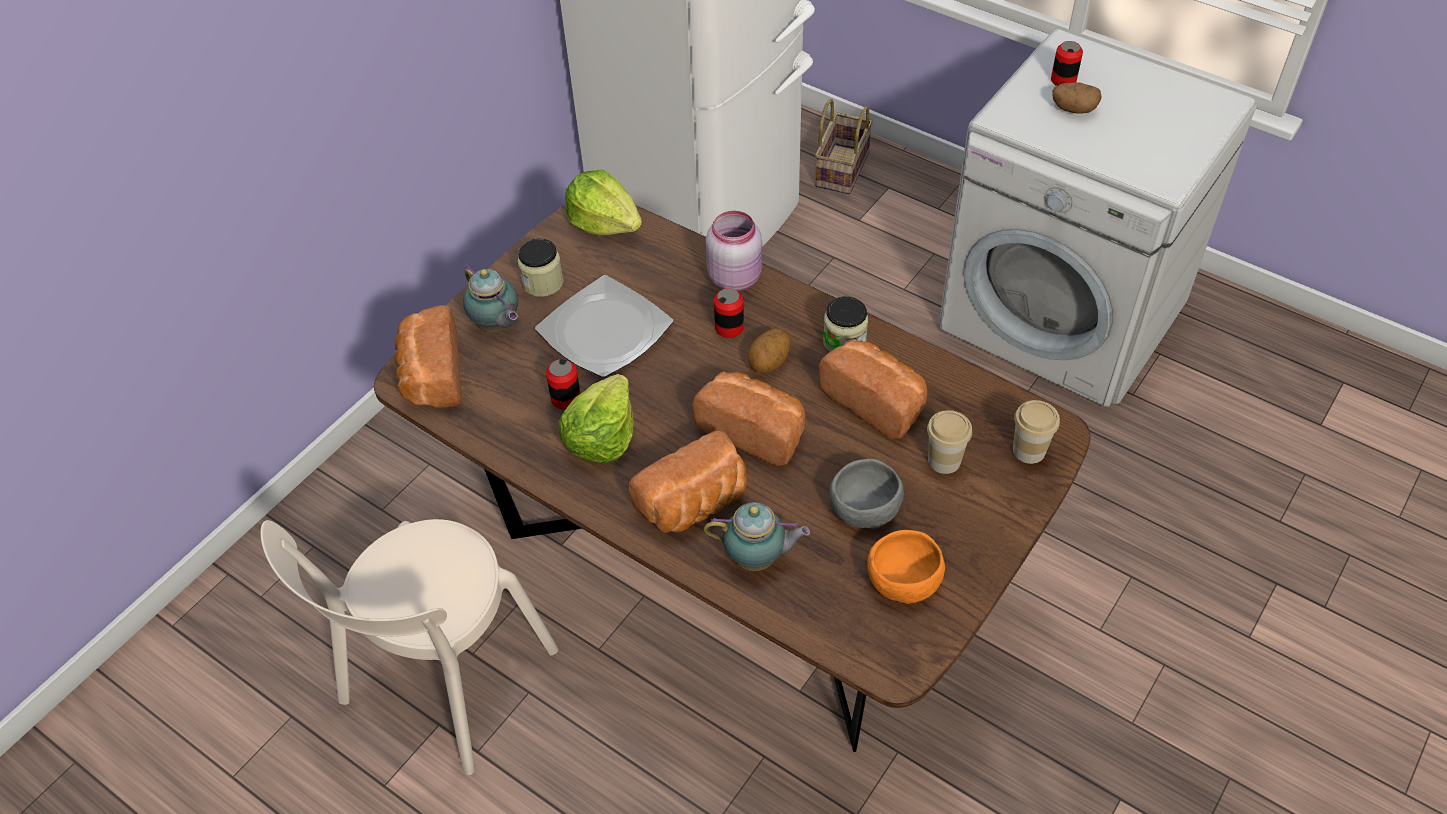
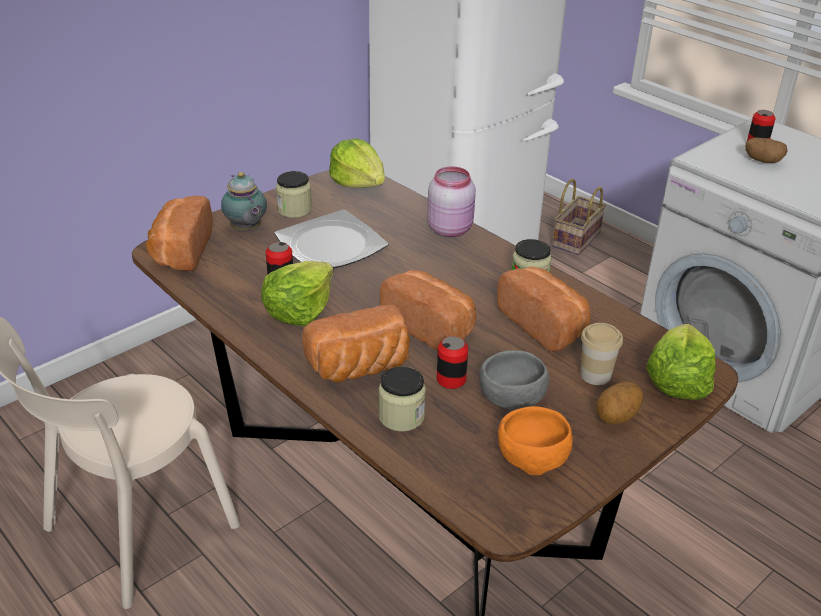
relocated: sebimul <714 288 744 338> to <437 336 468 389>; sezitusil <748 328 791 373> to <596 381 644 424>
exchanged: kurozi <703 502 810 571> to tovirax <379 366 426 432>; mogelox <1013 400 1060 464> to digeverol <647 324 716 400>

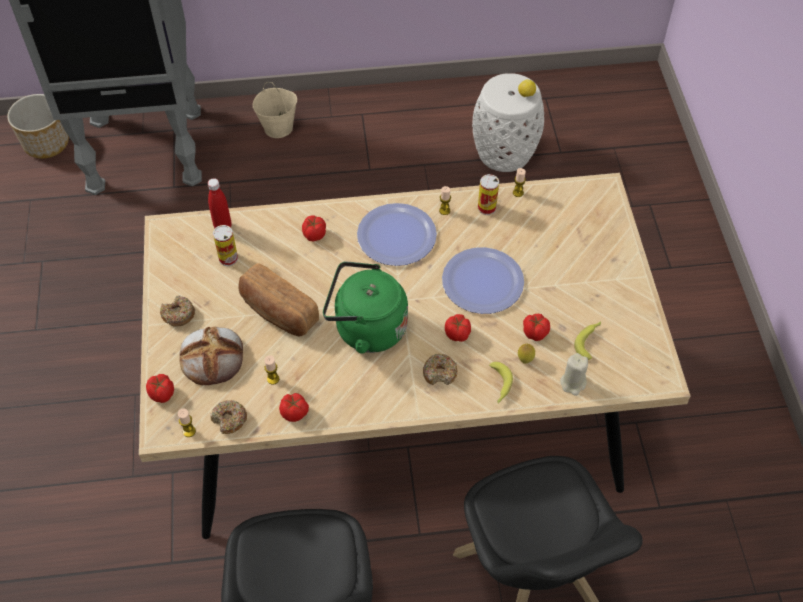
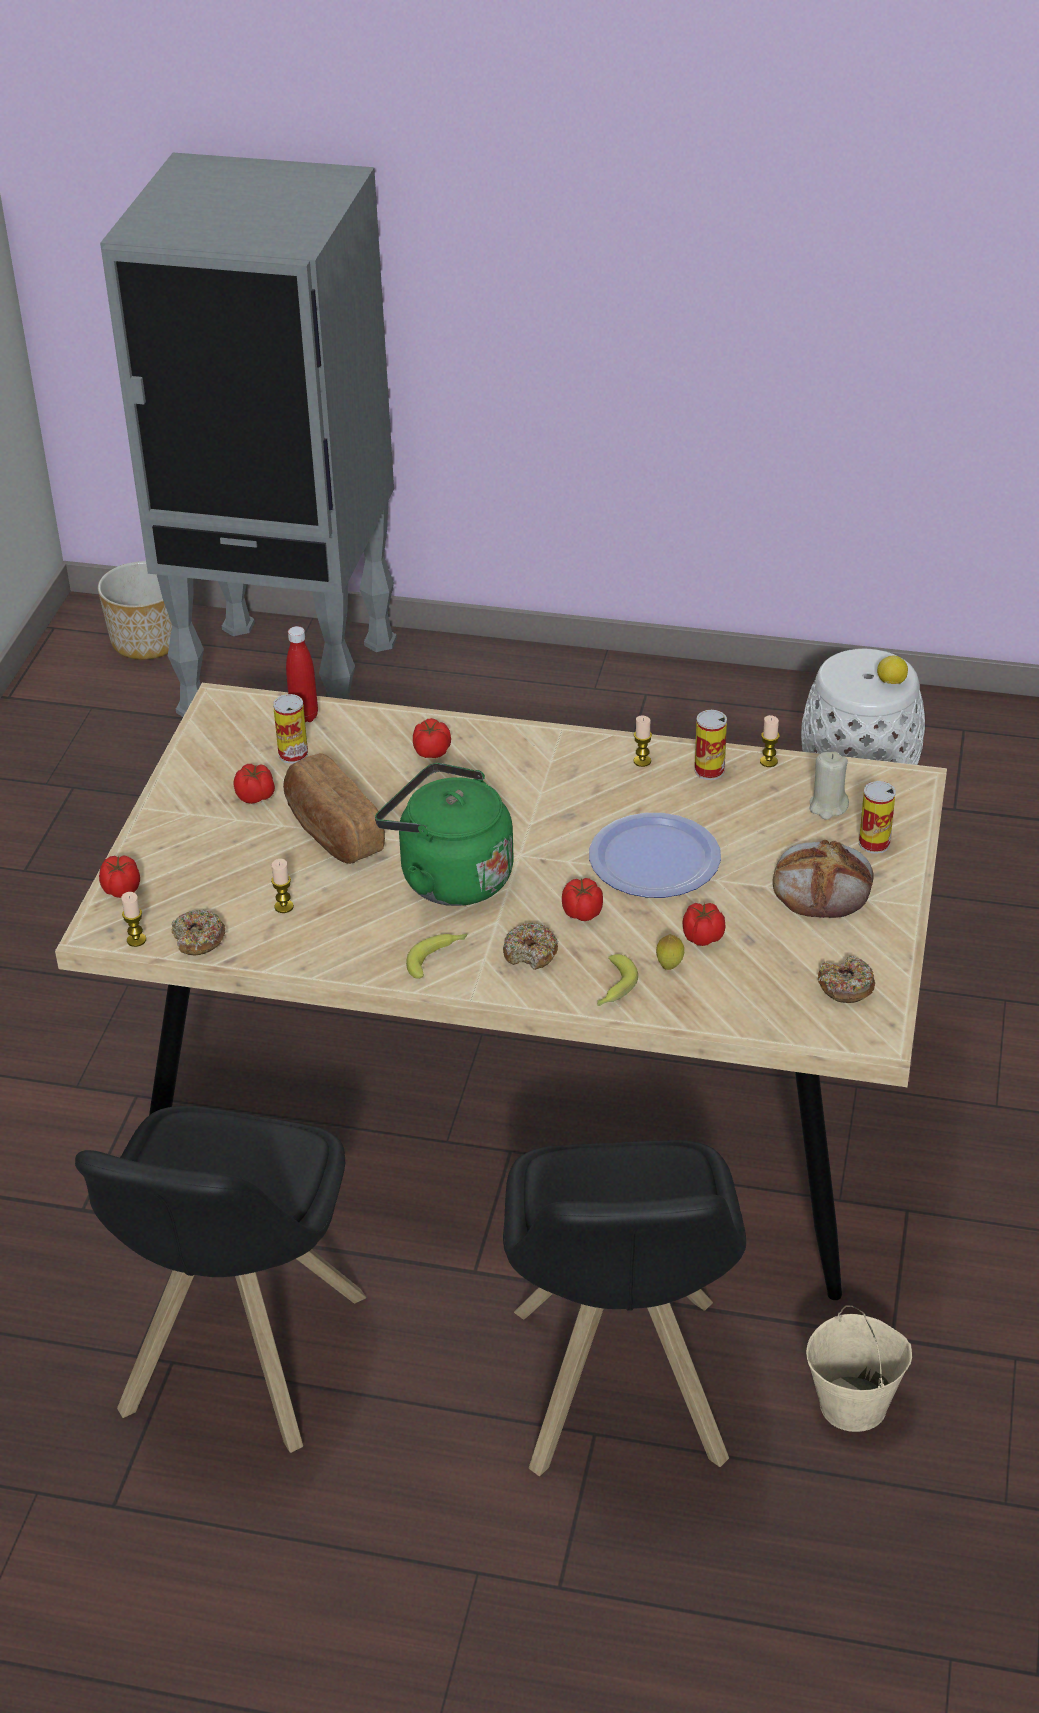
missing: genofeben <357 203 437 266>
appeared: sebimul <859 781 896 854>
relocated: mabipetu <160 295 195 327> to <818 956 875 1003>; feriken <179 326 243 385> to <773 840 874 918>; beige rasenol <253 82 297 138> to <806 1305 912 1432>; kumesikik <279 393 309 422> to <234 764 275 804>; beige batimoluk <560 353 588 396> to <809 752 849 820>; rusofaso <574 321 601 360> to <406 934 467 979>

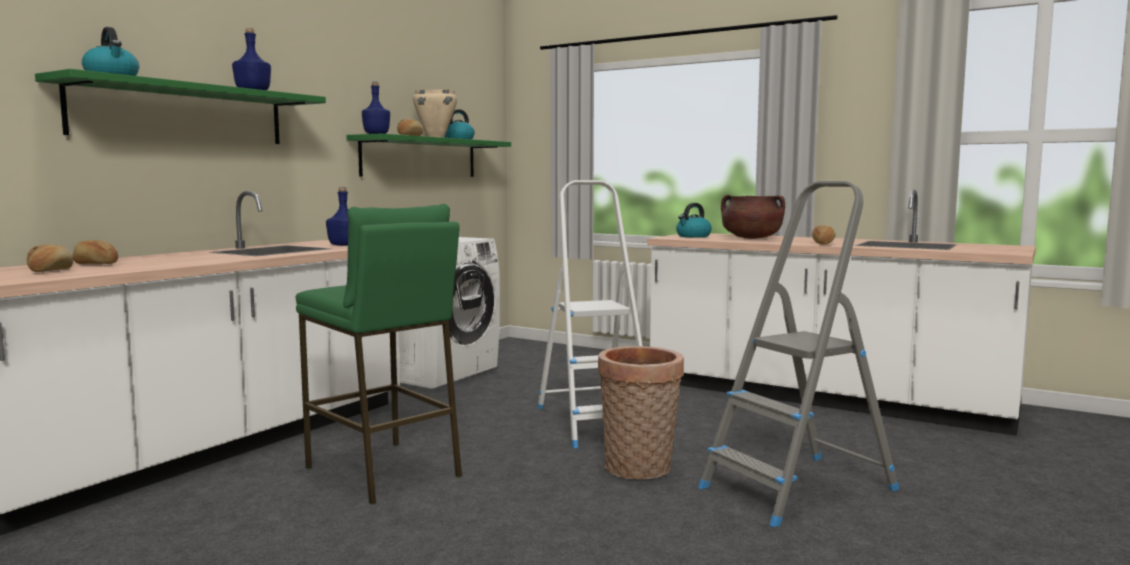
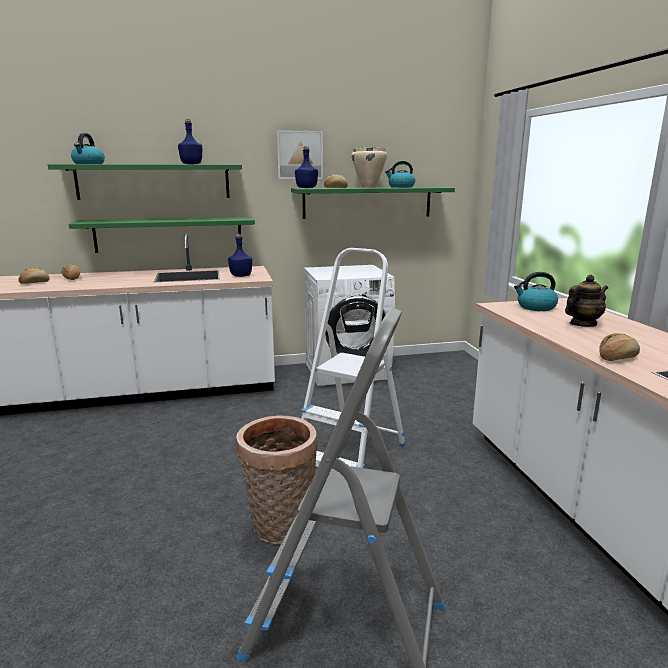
missing: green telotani <296 204 462 505>
appeared: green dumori <69 217 255 253>; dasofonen <276 130 323 179>
exchanged: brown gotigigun <721 195 785 239> to kurozi <565 275 608 327>

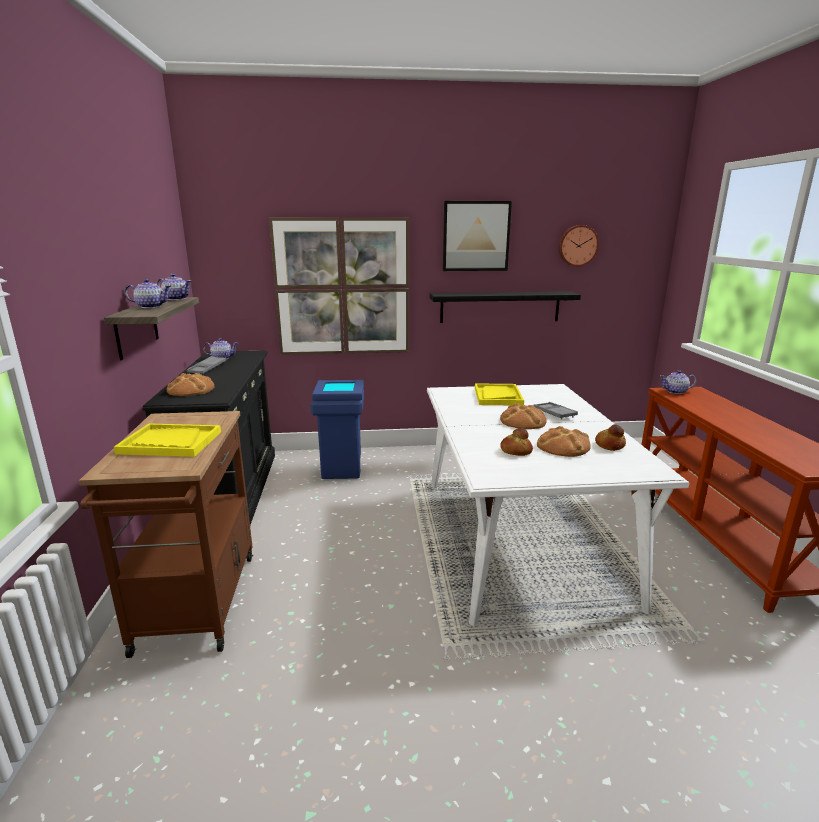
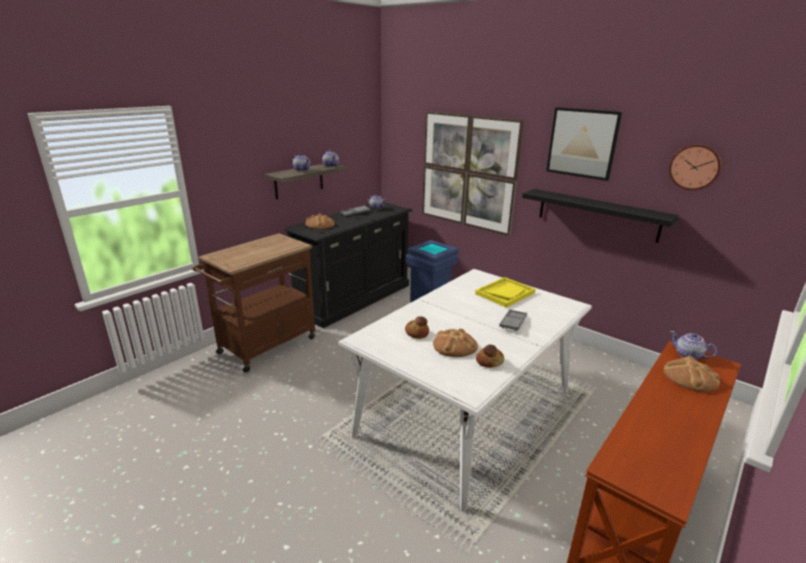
missing: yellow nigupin <114 423 221 457>
relocated: feriken <500 403 547 429> to <663 356 720 392>

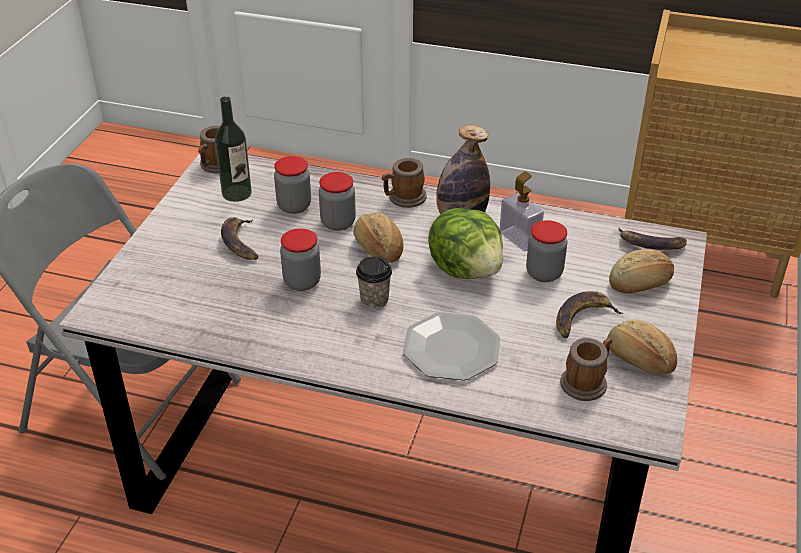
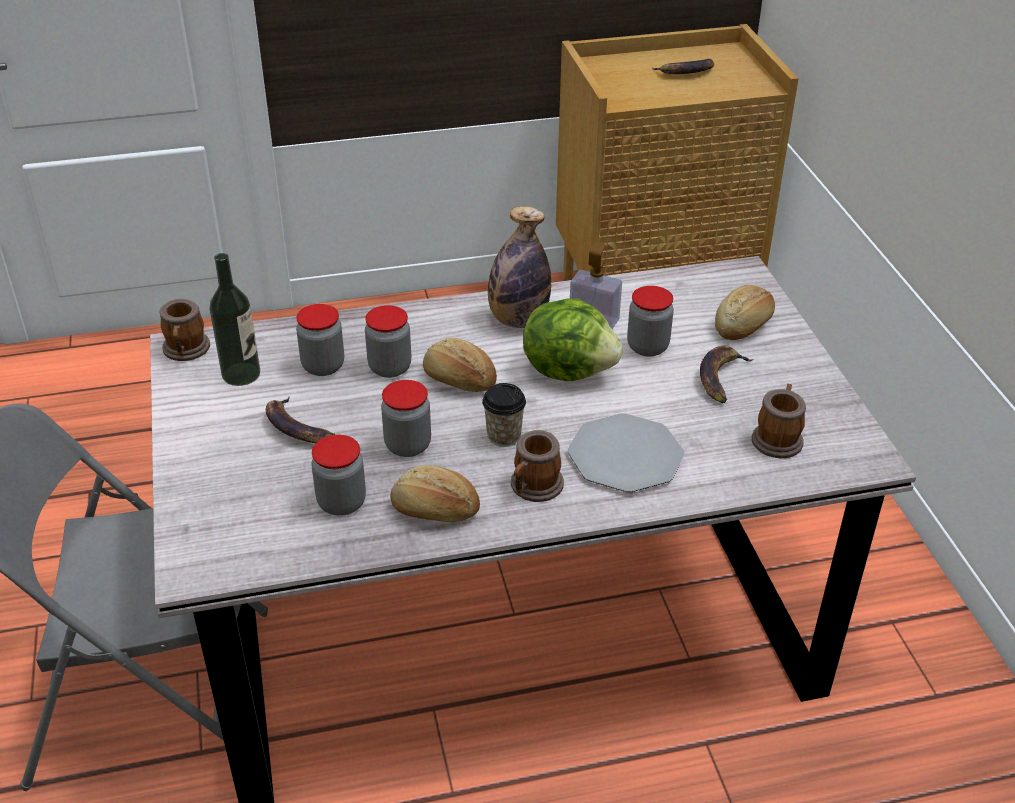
appeared: tovirax <311 435 366 516>
relocated: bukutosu <382 158 427 208> to <511 430 564 502>; feriken <607 320 677 375> to <390 465 480 522>; rusofaso <618 228 687 250> to <652 59 714 74>

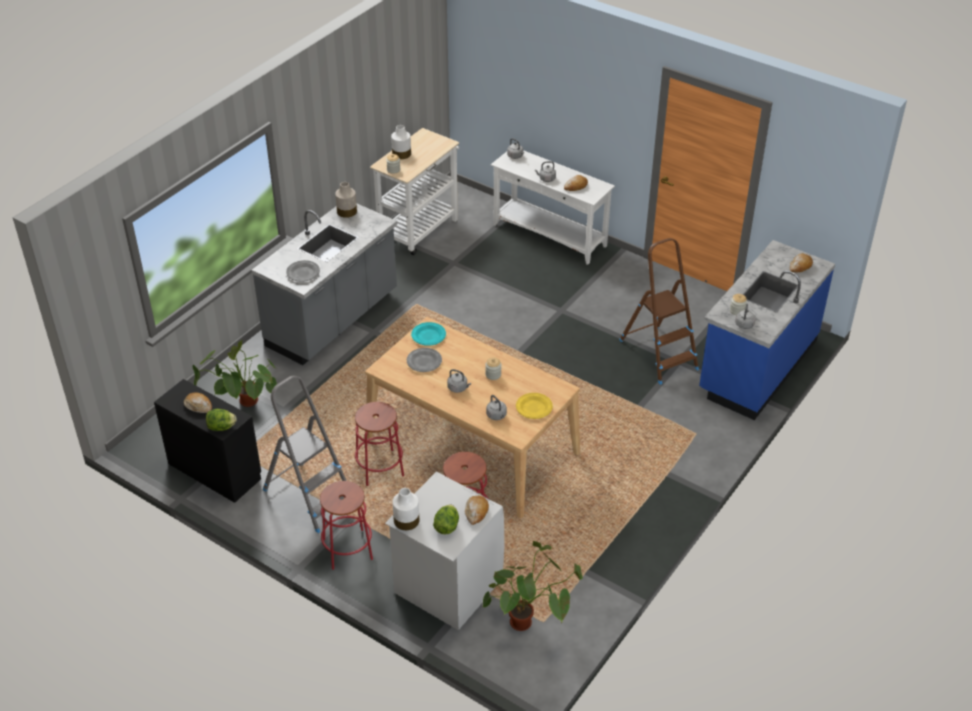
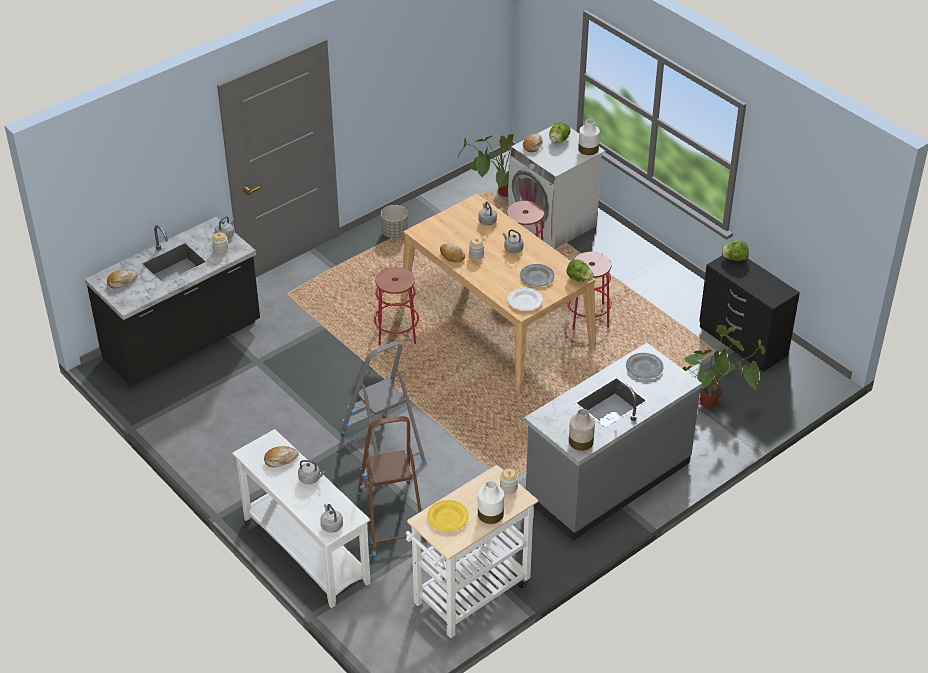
appeared: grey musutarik <381 205 408 238>; digeverol <567 259 594 282>
relocated: feriken <184 392 212 413> to <440 243 465 263>; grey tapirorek <263 376 346 533> to <340 341 426 464>; red telotani <320 481 373 570> to <374 267 419 345>; yellow genofeben <516 393 553 419> to <427 500 469 532>; brown tapirorek <619 238 699 385> to <357 416 427 556>
colour: turquoise genofeben <411 322 446 346> to white genofeben <508 287 543 311>; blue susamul <699 240 835 420> to black susamul <85 217 260 387>

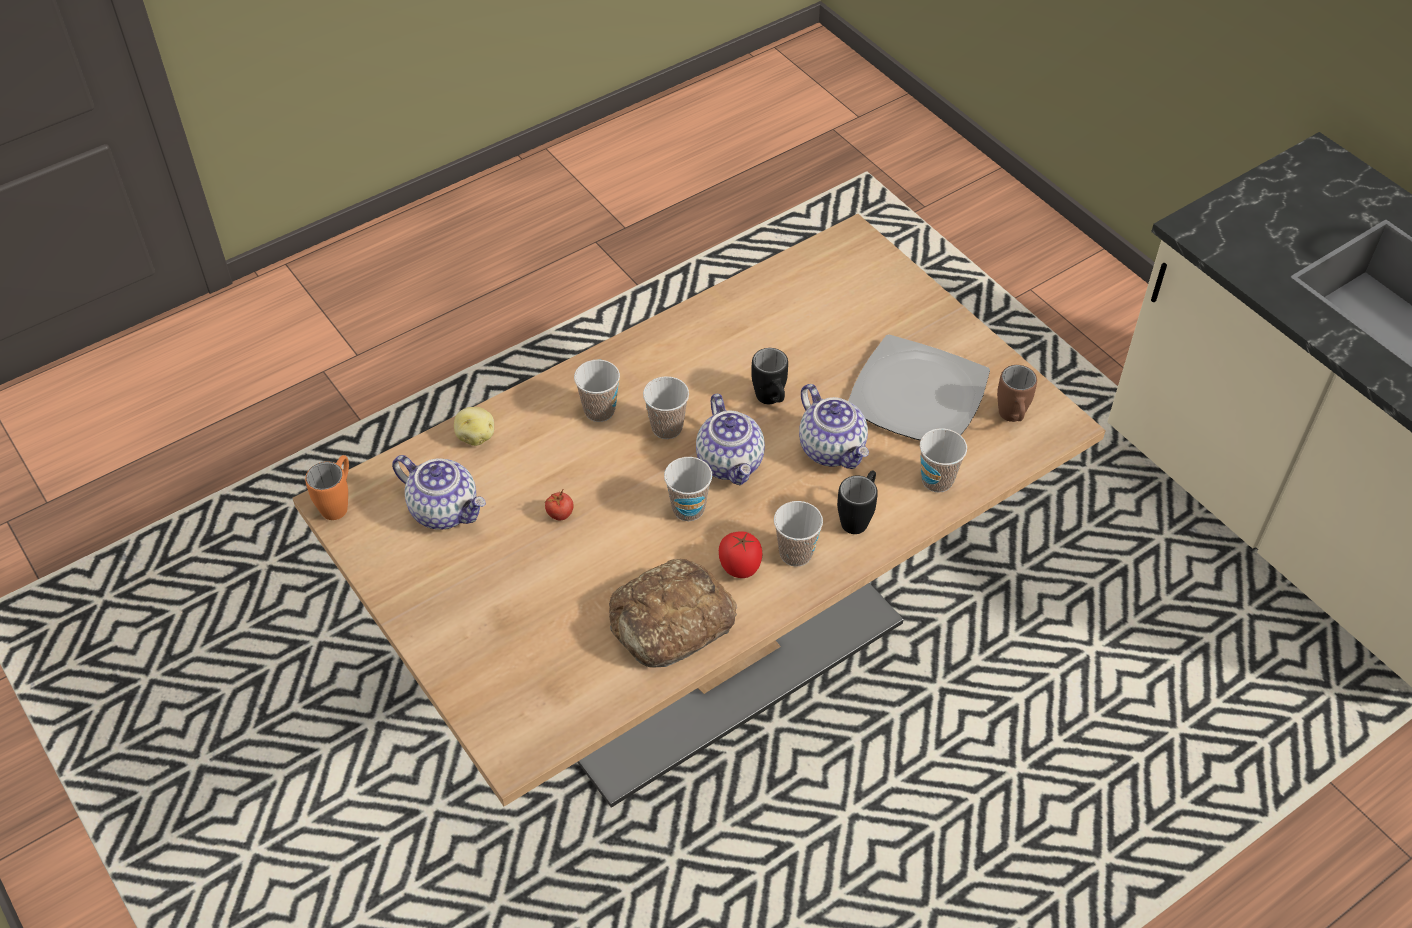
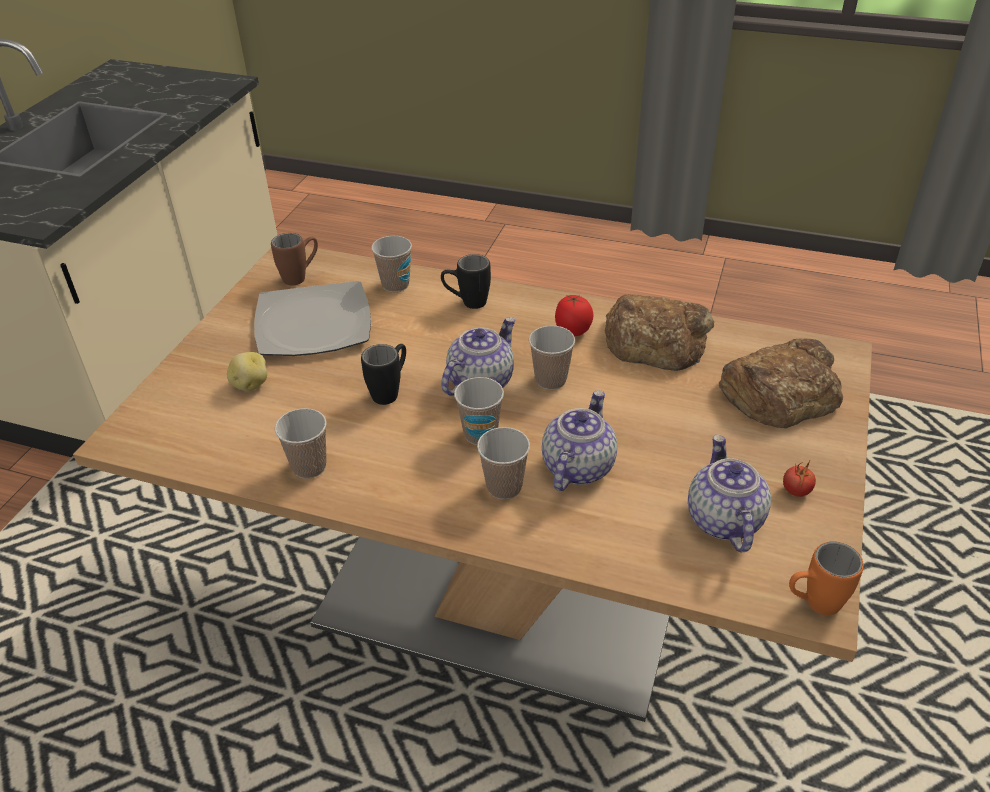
appeared: feriken <719 338 843 428>
relocated: sezitusil <454 407 494 446> to <227 352 267 391>; kumesikik <545 490 574 520> to <783 461 816 497>; mogelox <774 501 823 567> to <275 408 327 479>; kurozi <799 384 869 469> to <542 390 617 491>

